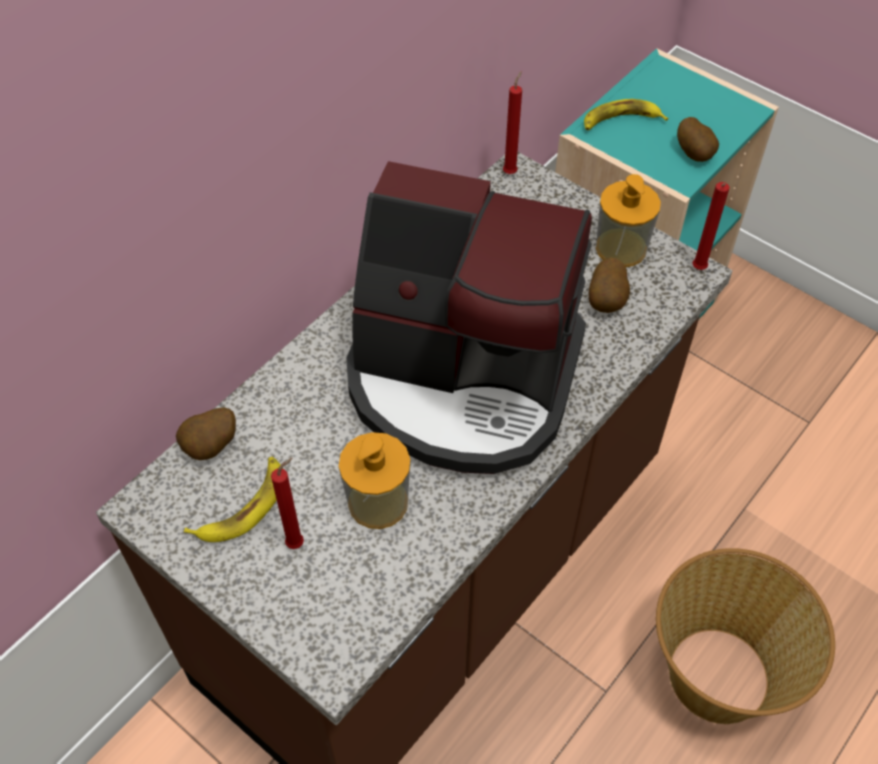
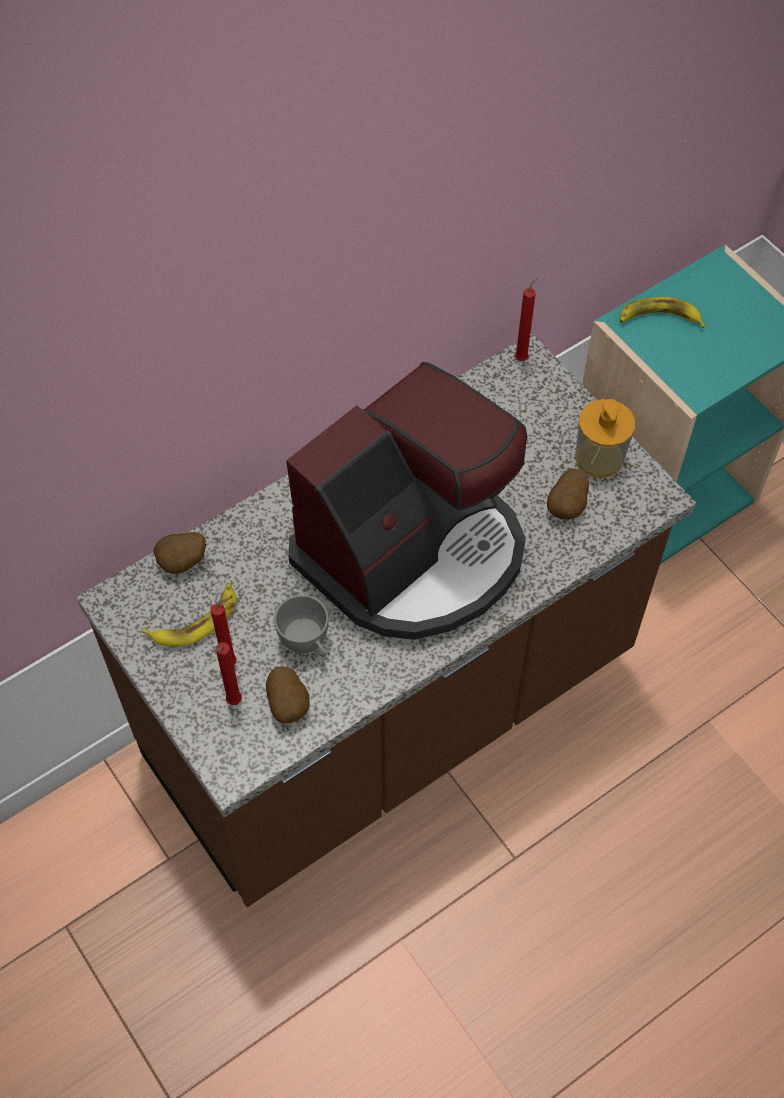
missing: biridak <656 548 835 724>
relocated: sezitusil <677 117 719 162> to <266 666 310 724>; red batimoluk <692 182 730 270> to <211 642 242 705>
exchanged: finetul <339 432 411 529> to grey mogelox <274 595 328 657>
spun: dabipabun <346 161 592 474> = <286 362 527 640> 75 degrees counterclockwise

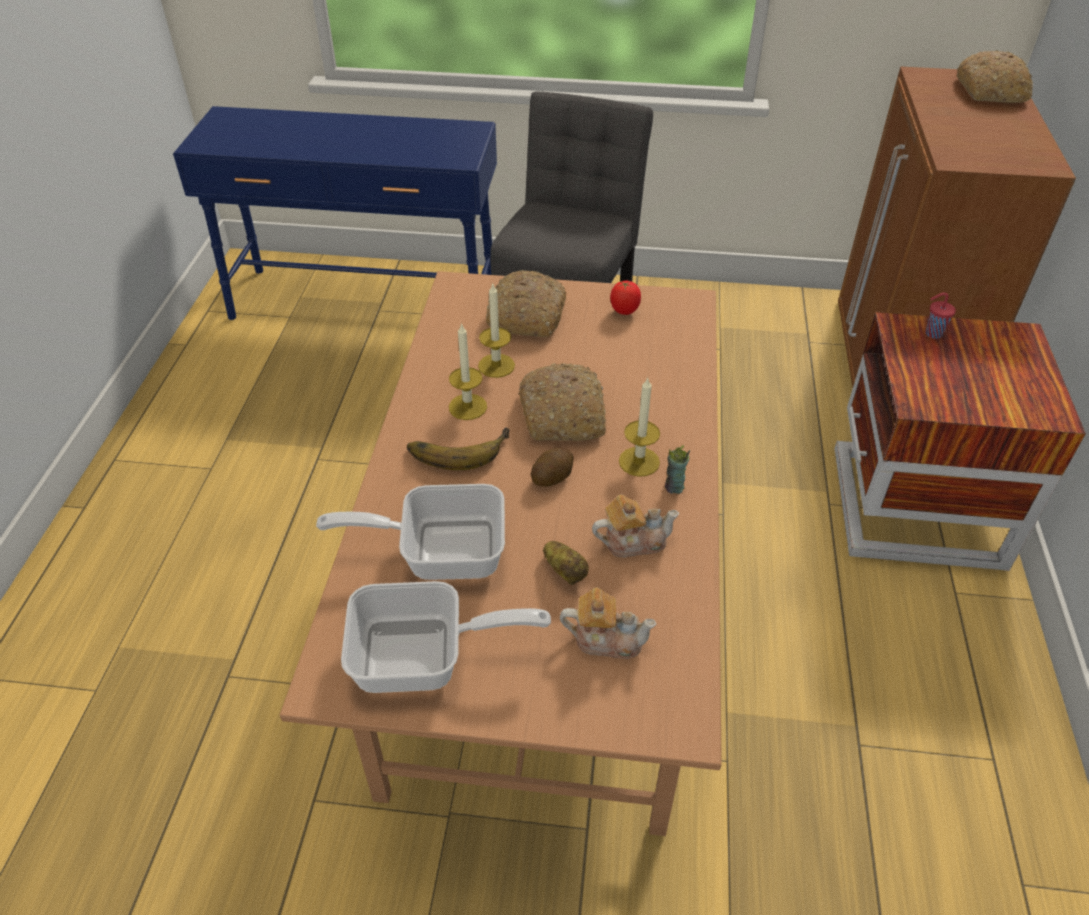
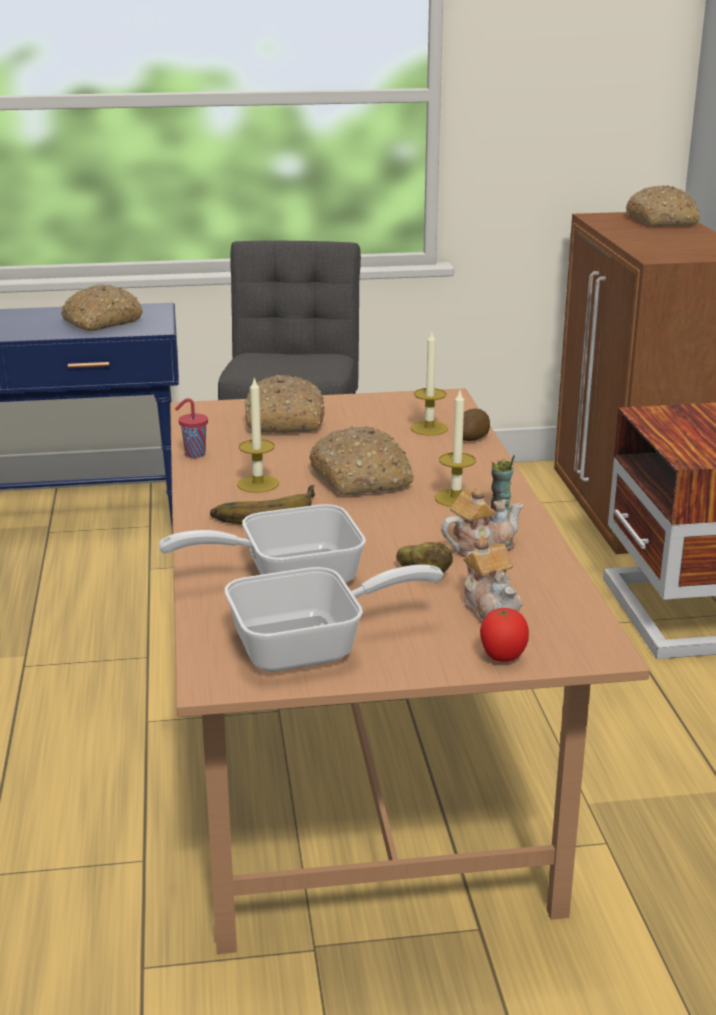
appeared: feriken <61 284 143 331>
relocated: batimoluk <478 282 515 378> to <410 330 448 436>; sezitusil <531 448 573 487> to <463 409 490 441>; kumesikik <610 281 641 315> to <480 608 529 662>; red mogelox <925 293 956 339> to <175 398 208 458>
spun: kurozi <560 588 657 659> = <464 536 522 623> 75 degrees clockwise

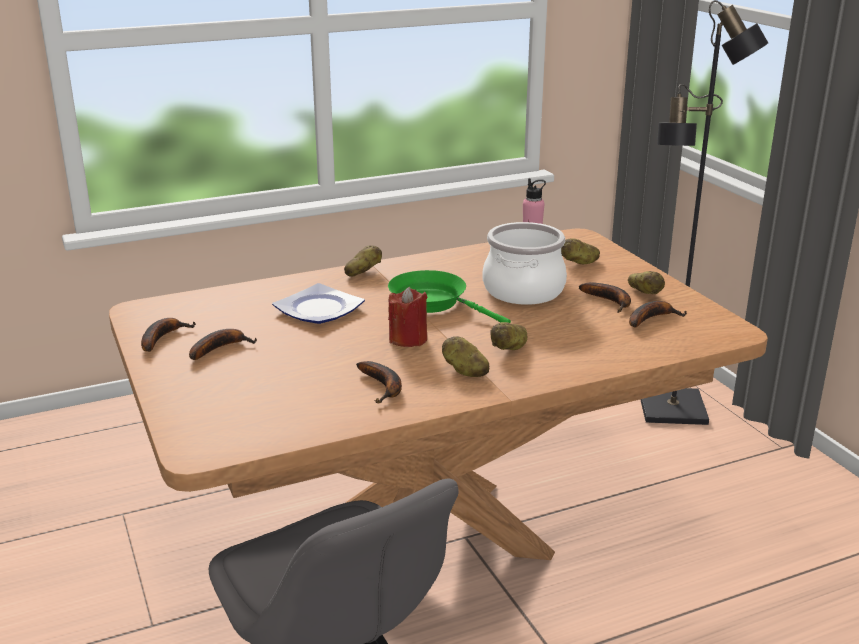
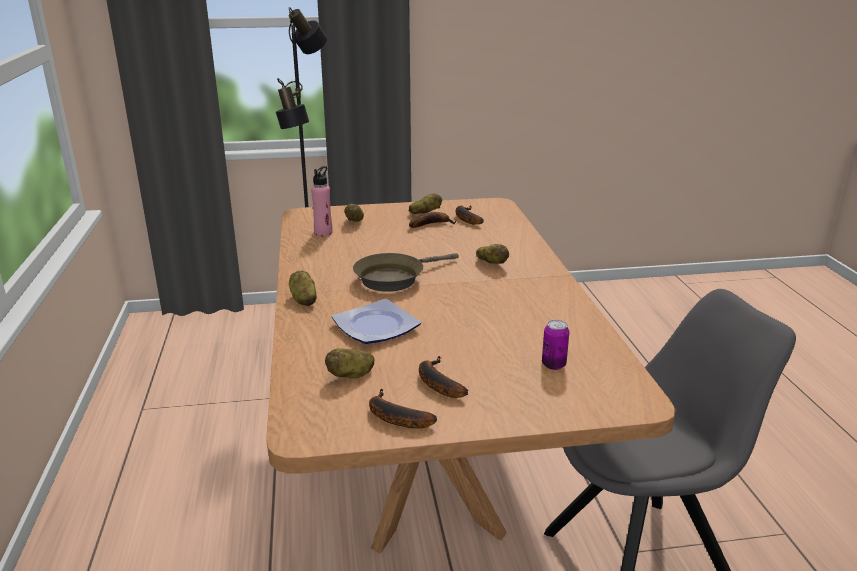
missing: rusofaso <356 361 402 403>; red batimoluk <388 287 427 347>; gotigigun <482 222 567 305>
appeared: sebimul <542 320 569 370>
relocated: sezitusil <442 336 490 377> to <325 348 374 378>
colour: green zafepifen <388 270 511 323> to brown zafepifen <353 253 459 292>

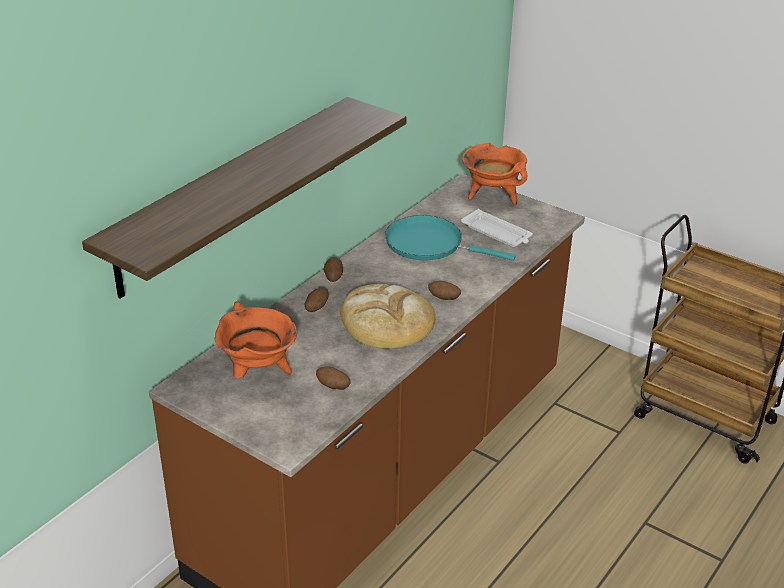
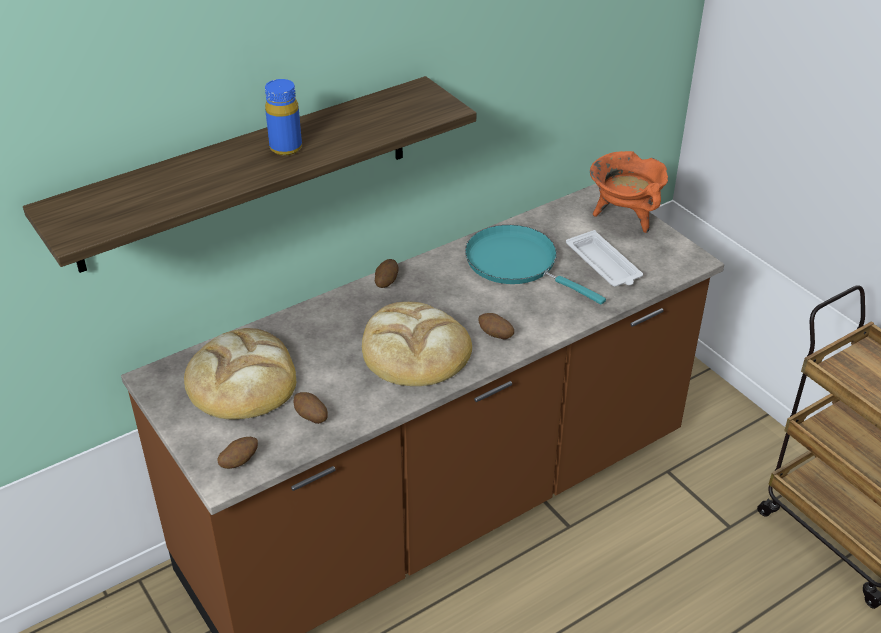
appeared: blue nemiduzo <265 79 302 156>
relocated: sezitusil <304 288 329 312> to <217 437 258 469>
exchanged: orange gotigigun <214 301 297 378> to feriken <184 328 296 420>

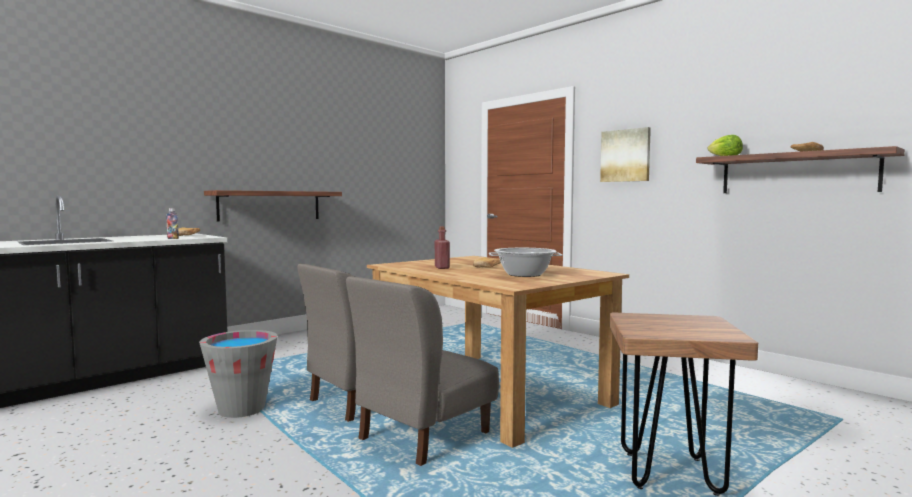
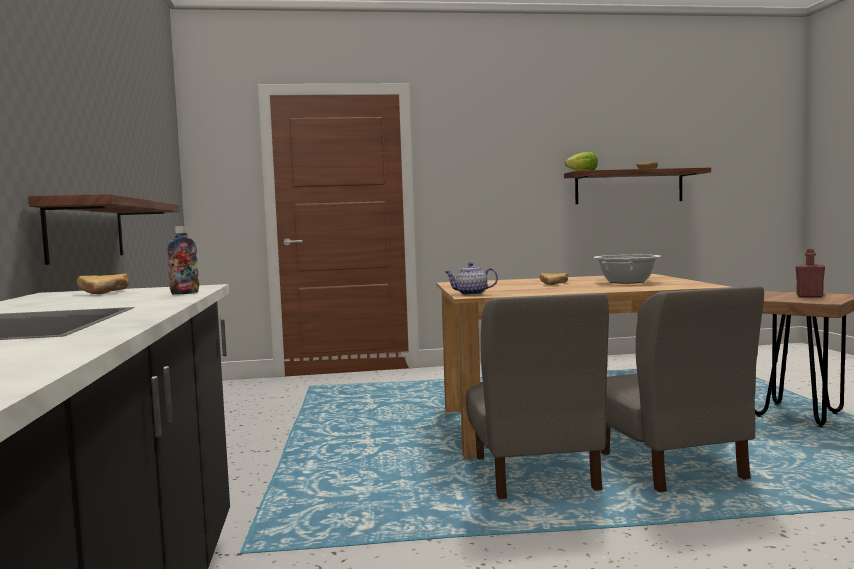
missing: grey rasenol <199 330 278 418>; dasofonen <600 127 651 182>
appeared: kurozi <445 262 498 295>
relocated: red nemiduzo <435 226 450 269> to <796 249 825 298>

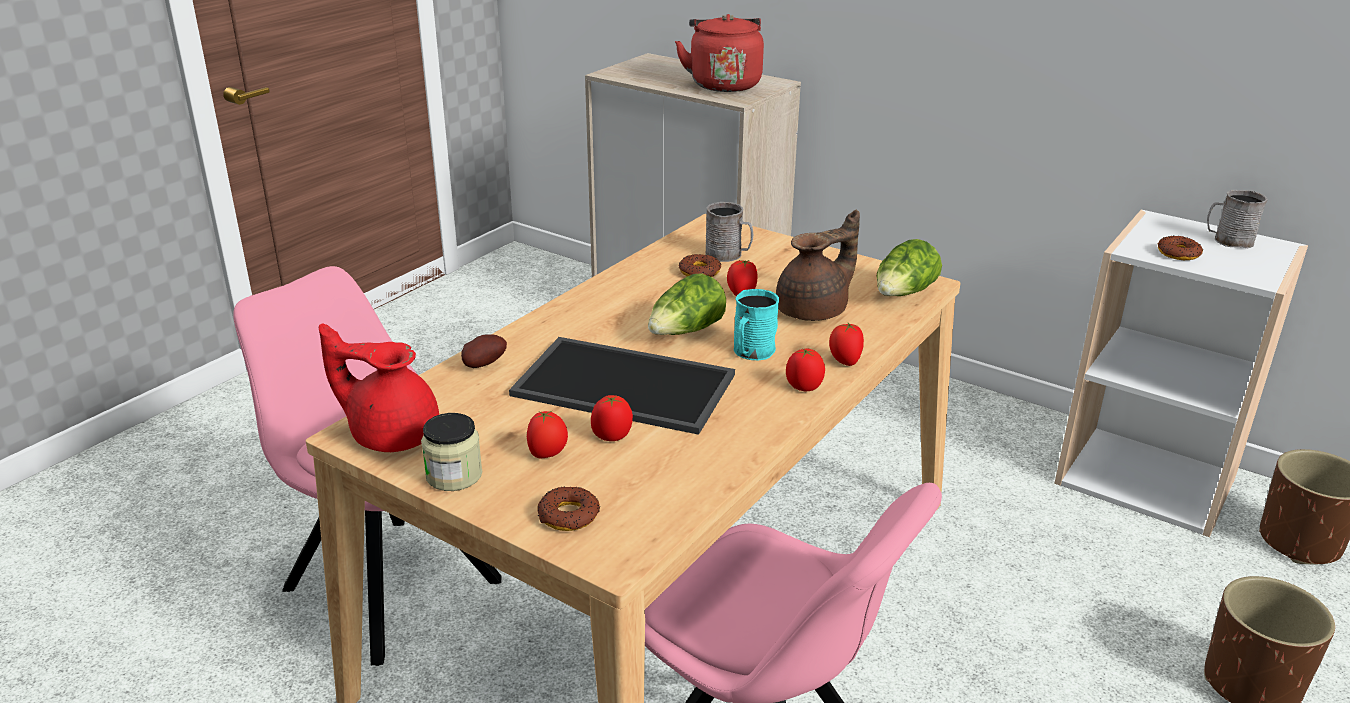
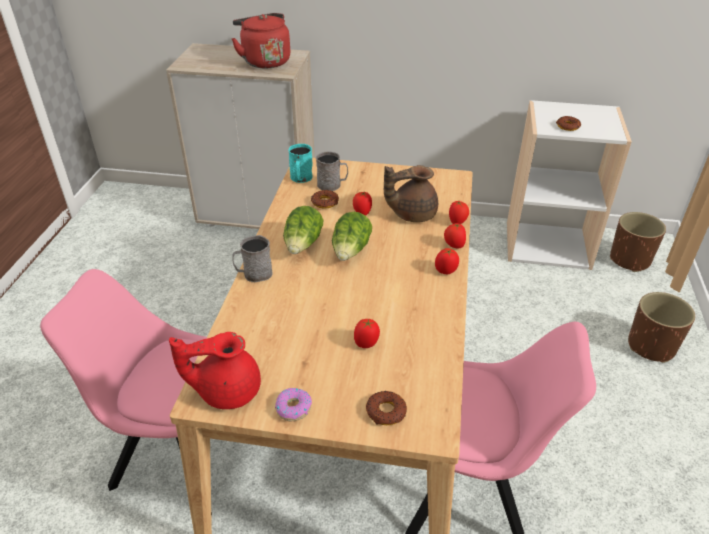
missing: sezitusil <461 334 507 368>; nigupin <509 337 735 435>
relocated: kumesikik <527 411 568 458> to <449 201 469 224>; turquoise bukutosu <734 289 779 360> to <289 144 313 183>; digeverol <877 239 942 296> to <283 206 323 254>; grey bukutosu <1207 190 1268 248> to <232 235 273 282>
exchanged: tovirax <421 413 482 491> to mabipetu <275 388 312 421>
spun: brown kurozi <776 210 860 321> = <384 165 438 222> 135 degrees counterclockwise

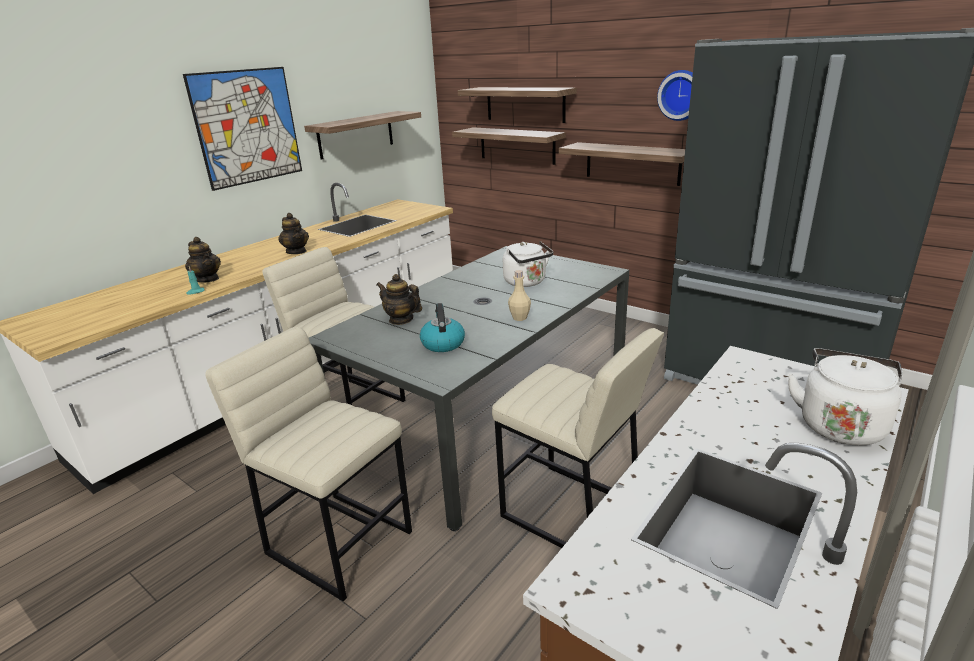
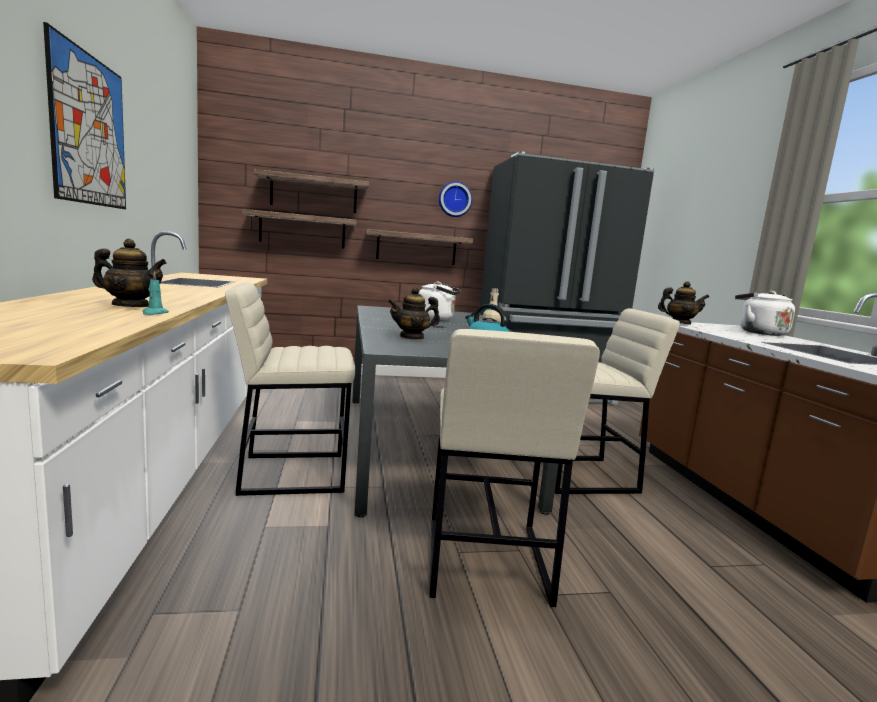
missing: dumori <304 111 421 160>
relocated: kurozi <278 213 309 254> to <658 281 709 324>
spun: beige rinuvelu <205 327 412 601> = <429 329 600 607> 75 degrees counterclockwise

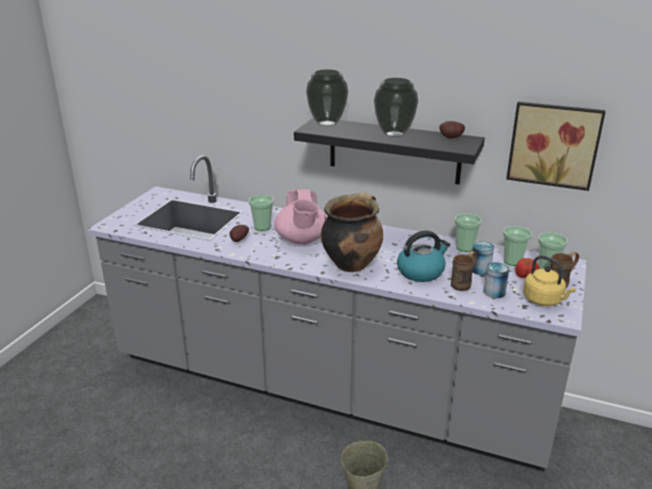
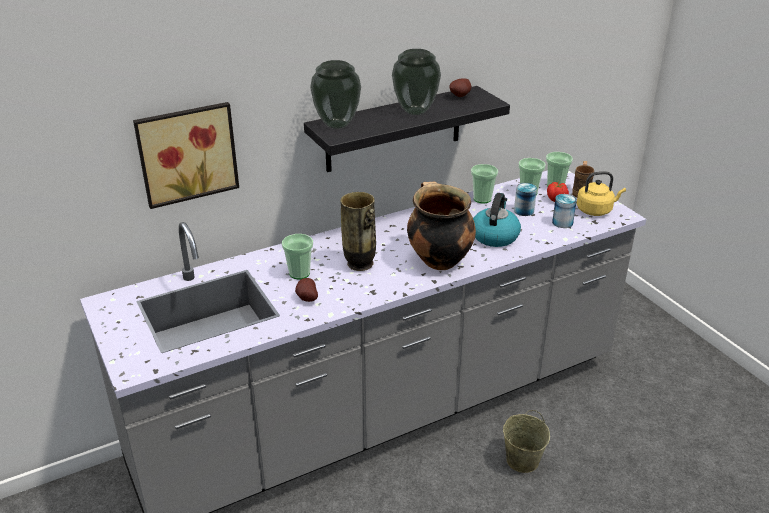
missing: brown bukutosu <451 251 477 291>
relocated: dasofonen <506 102 606 191> to <133 102 239 209>
exchanged: pink kurozi <274 189 327 244> to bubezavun <340 192 376 271>

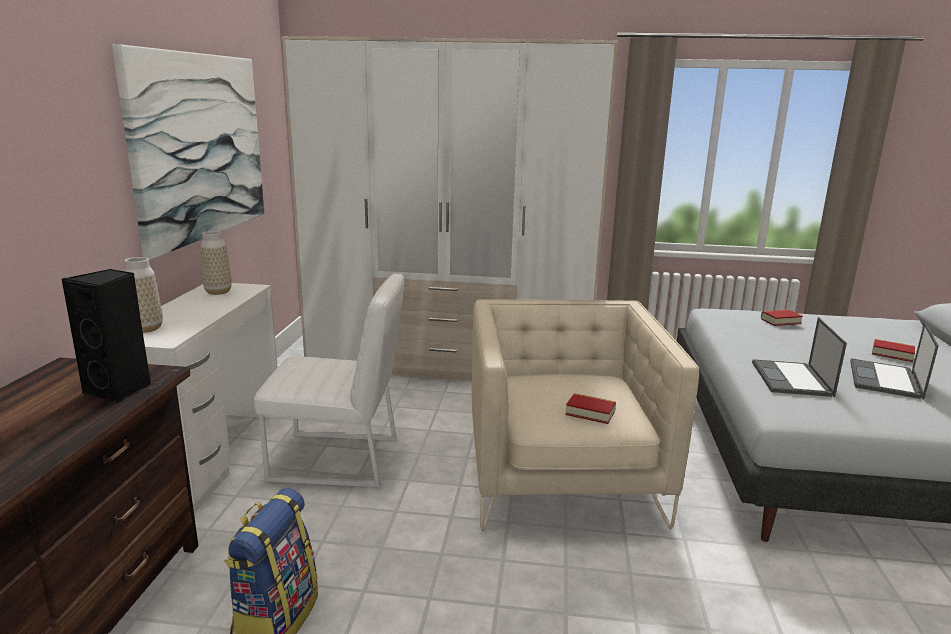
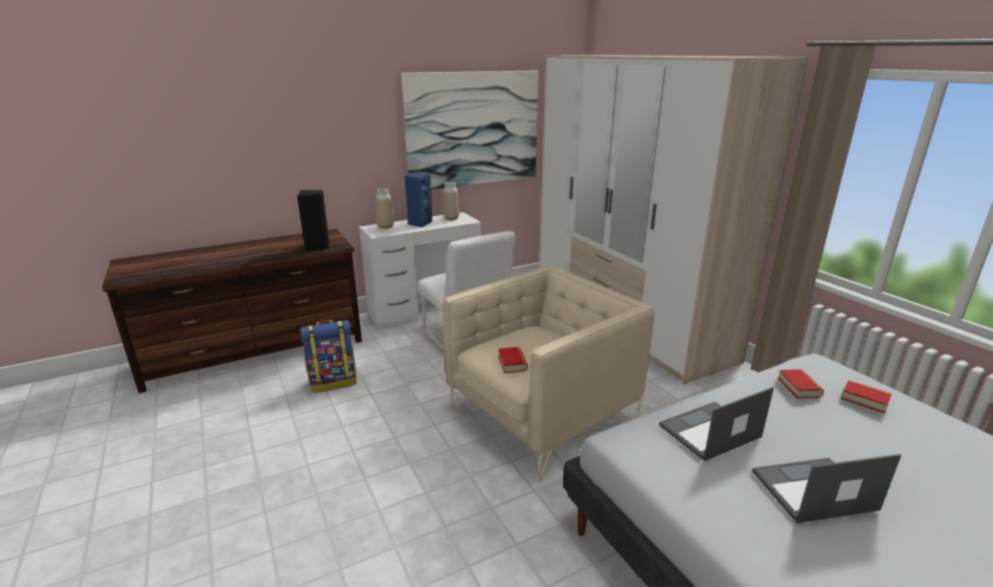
appeared: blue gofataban <405 173 432 228>
relocated: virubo <872 339 915 362> to <778 369 824 399>

